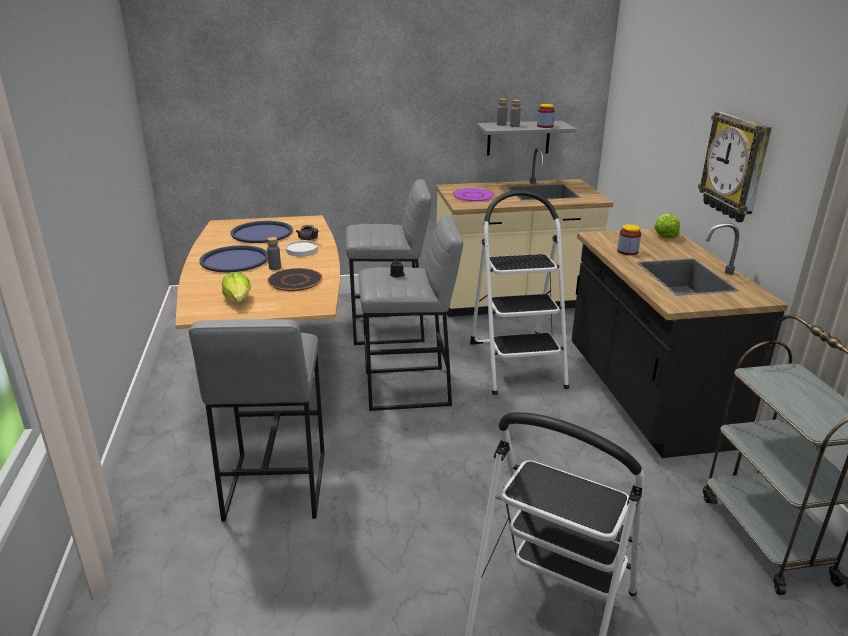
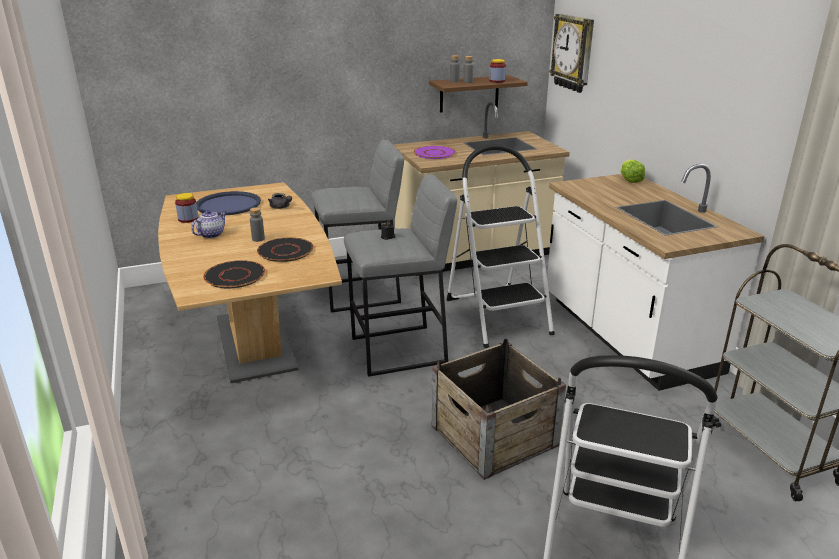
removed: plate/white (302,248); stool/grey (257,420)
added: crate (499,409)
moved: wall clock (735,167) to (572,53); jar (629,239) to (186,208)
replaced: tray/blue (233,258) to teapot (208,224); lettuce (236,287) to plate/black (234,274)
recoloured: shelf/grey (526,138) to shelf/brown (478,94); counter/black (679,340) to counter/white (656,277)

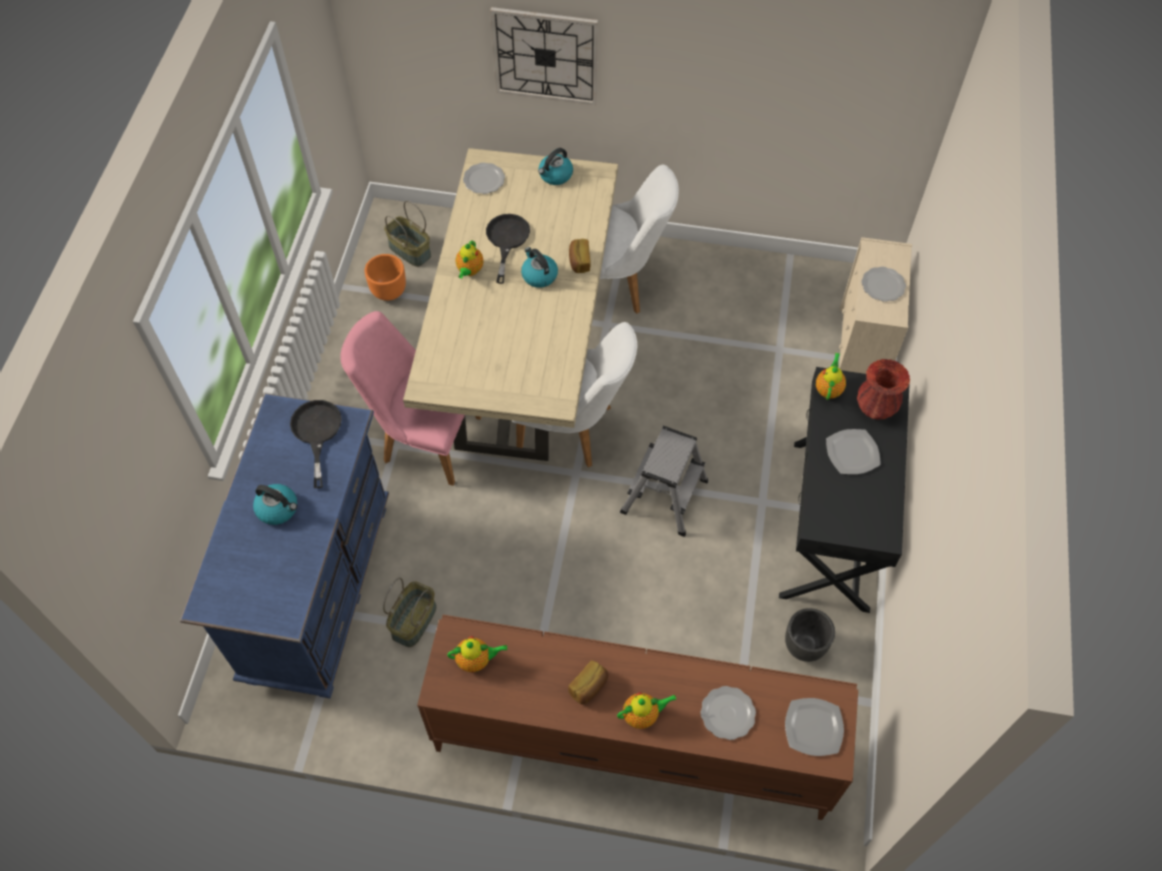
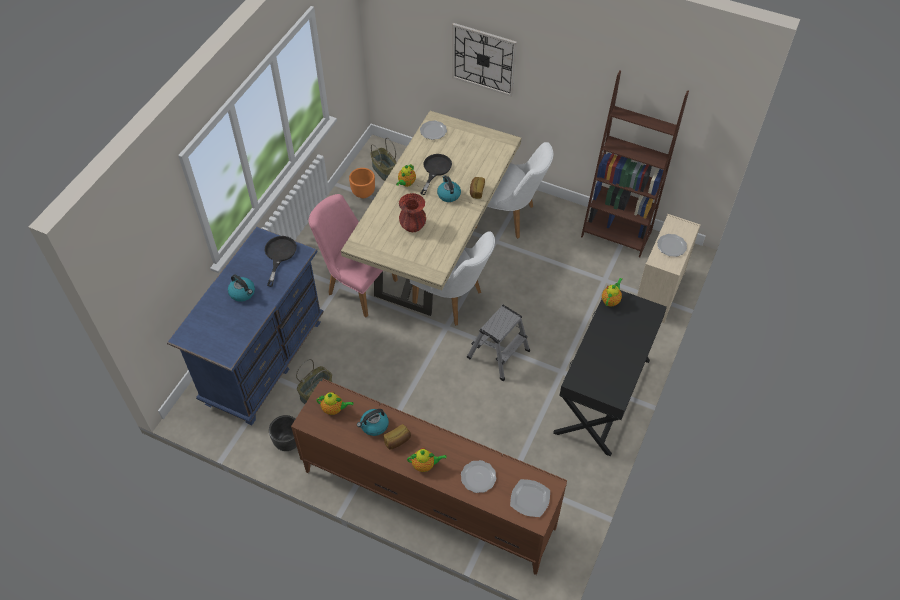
removed: plate (853,451)
added: bookcase/brown (635,163)
moved: kettle (555,166) to (373,422); vase/red (883,389) to (412,213); planter/black (810,635) to (283,433)

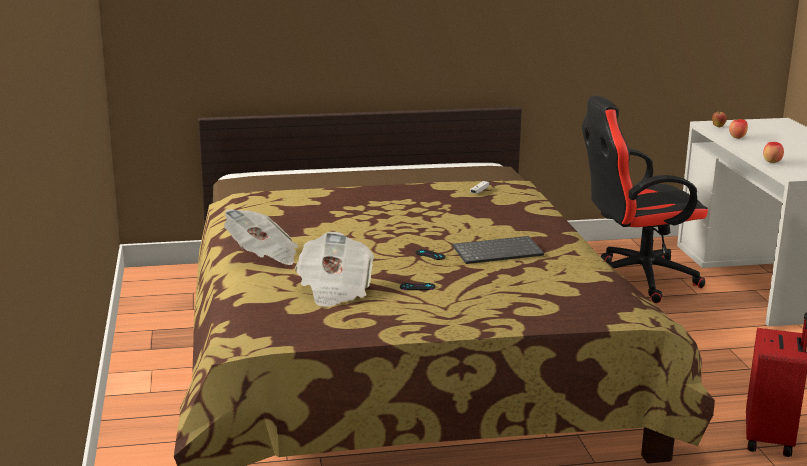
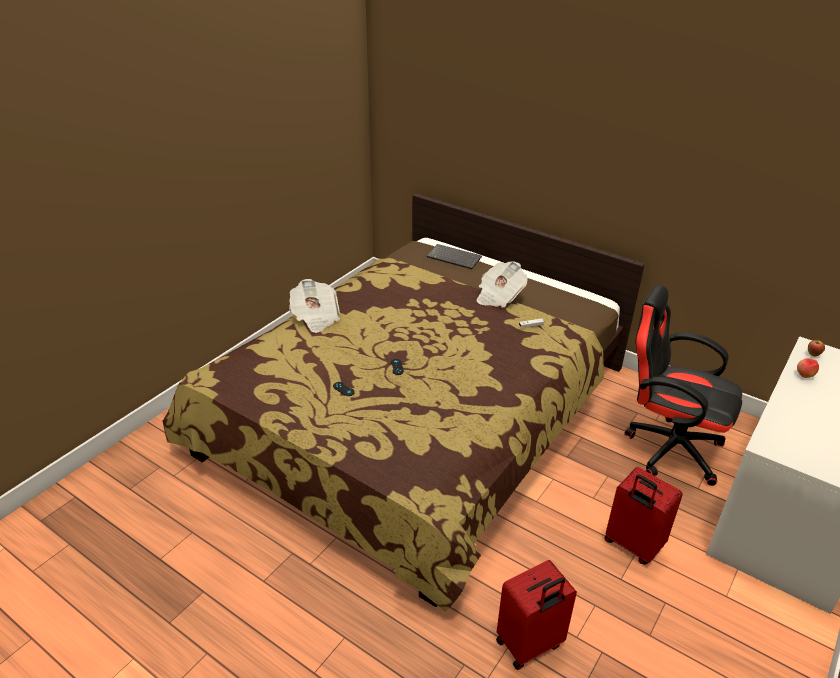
removed: apple (773,152)
added: suitcase/red (643,516)
moved: newspaper (334,269) to (502,284); keyboard (498,250) to (454,256)

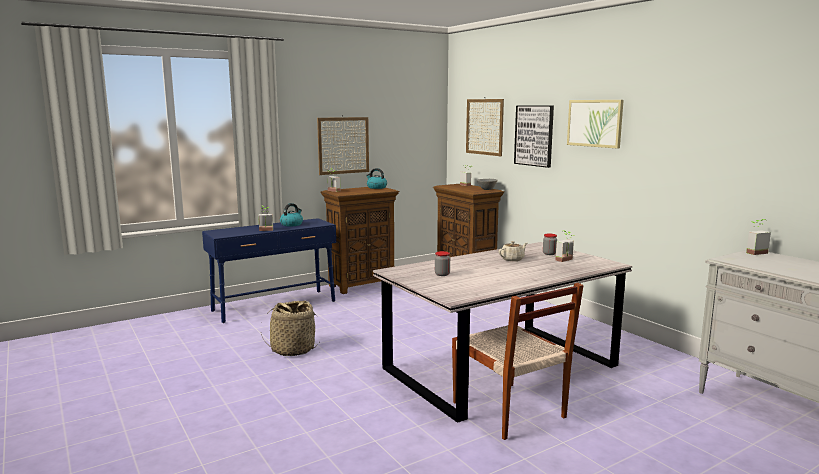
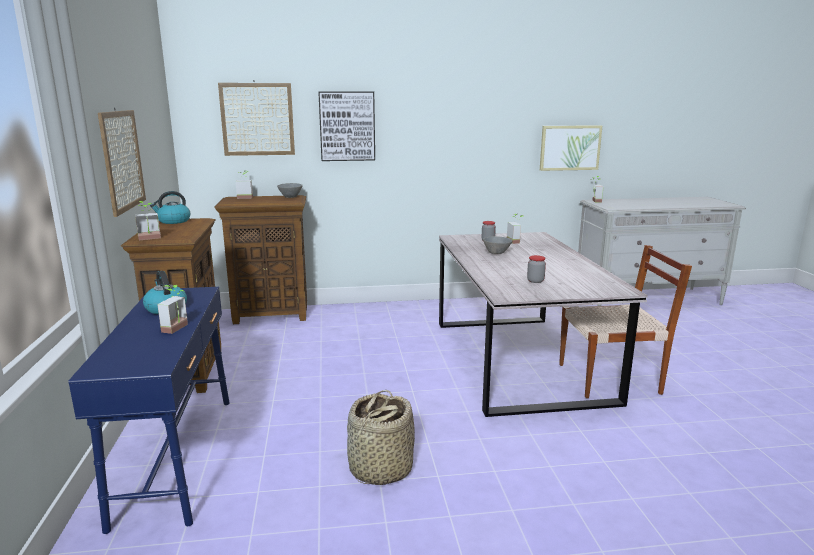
moved: picture (595,124) to (571,148)
replaced: teapot/beige (513,251) to bowl/grey (497,245)

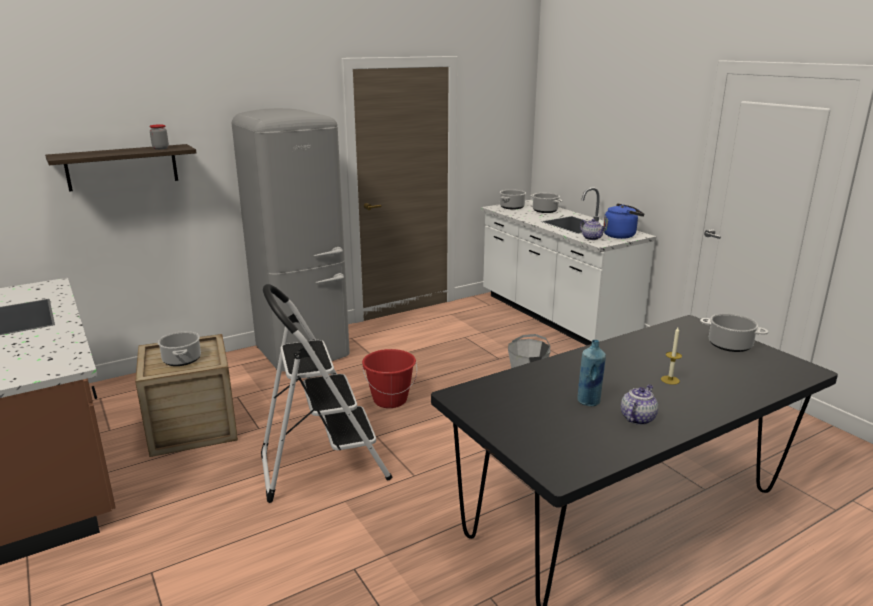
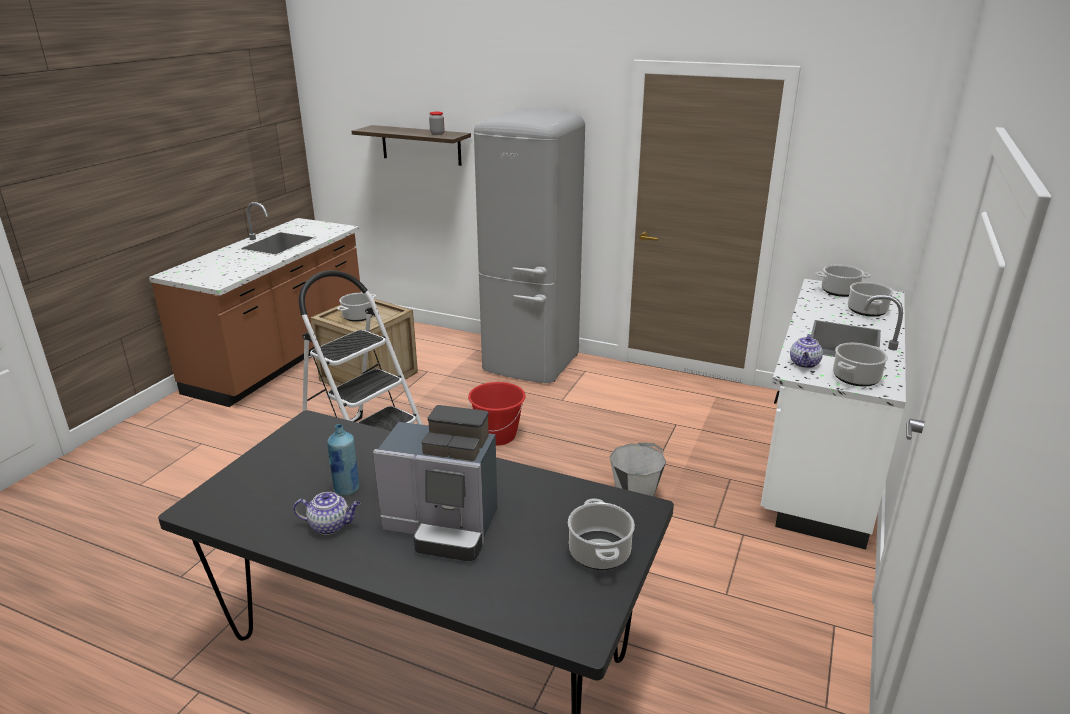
replaced: kettle/blue (623,221) to cooking pot (860,365); candle (671,356) to coffee machine (435,483)

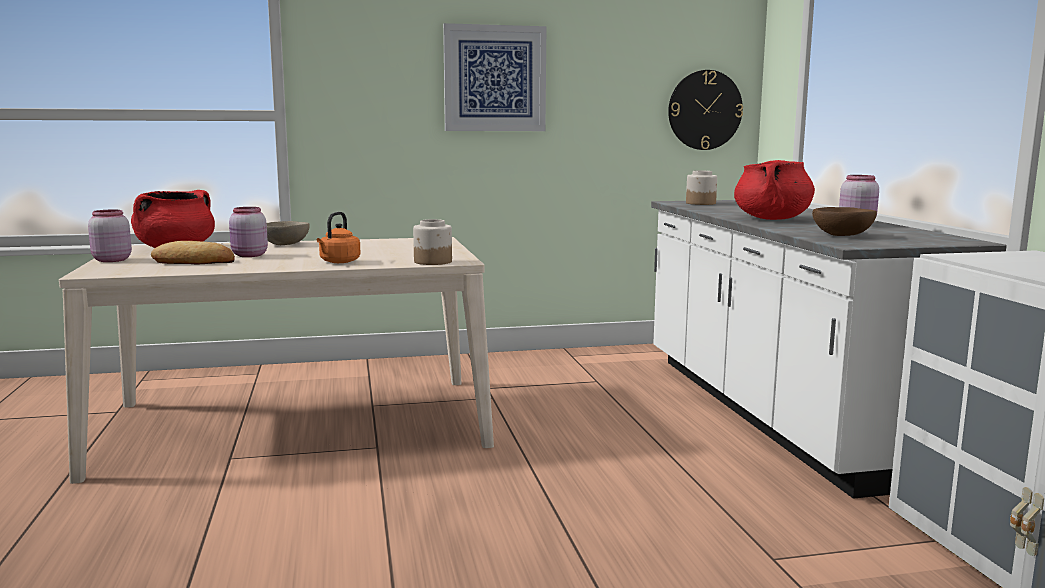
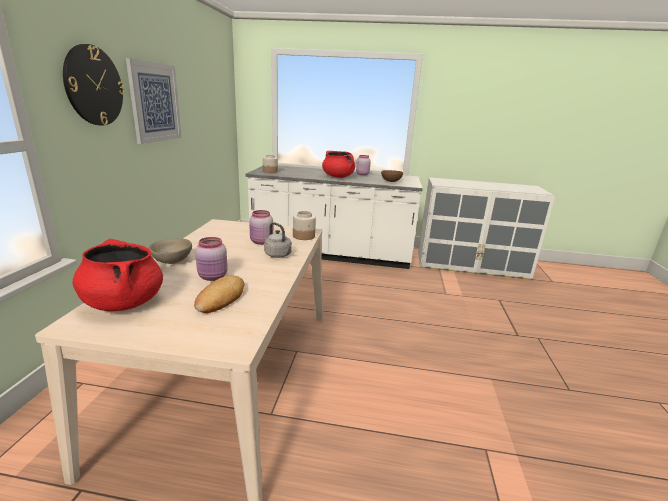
moved: wall clock (705,110) to (94,85); jar/pink (110,236) to (261,227)
recoloured: kettle/orange (339,237) to kettle/grey (278,240)

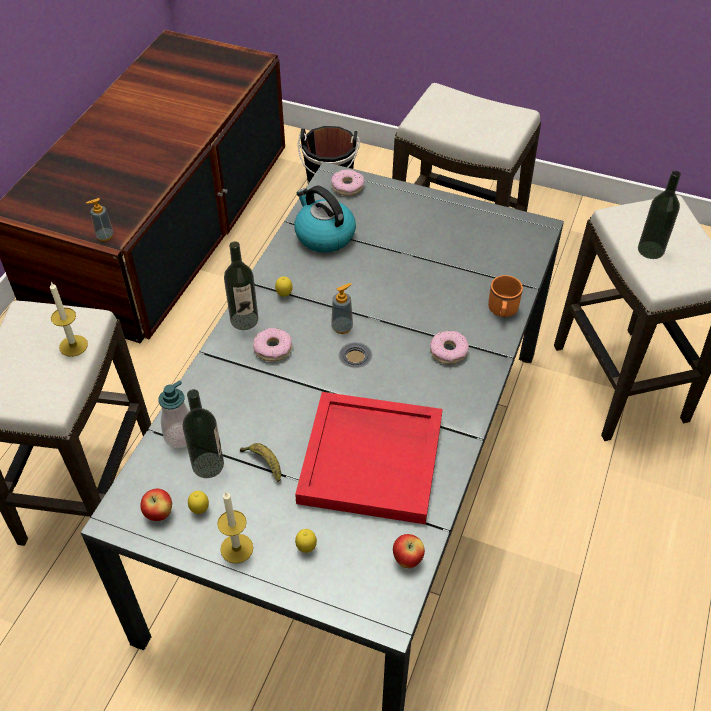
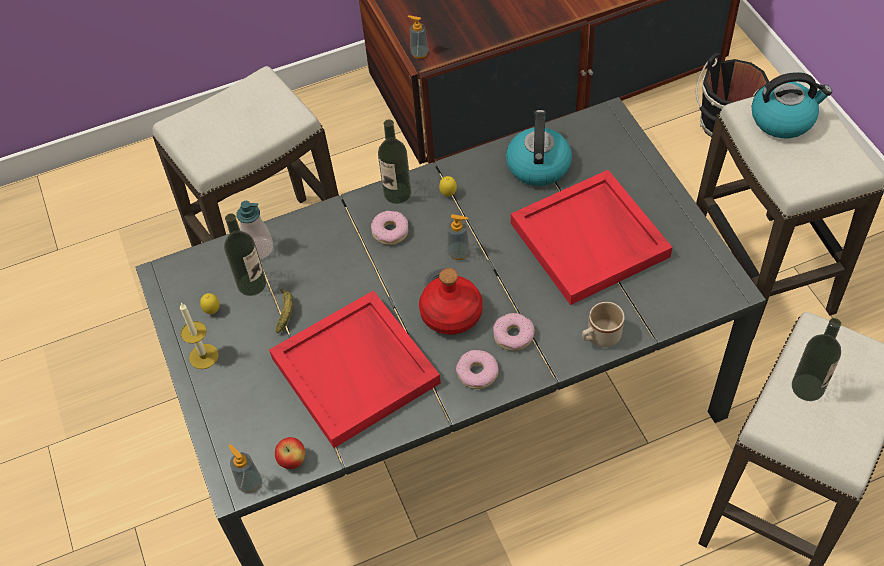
removed: candle (69,319); apple (156,505); lemon (306,541)
added: kettle (791,105); tray/red (591,237); bottle/red (451,301); soap dispenser (245,468)
moved: donut (347,182) to (477,369)
recoloured: mug/orange (505,296) to mug/beige (603,324)

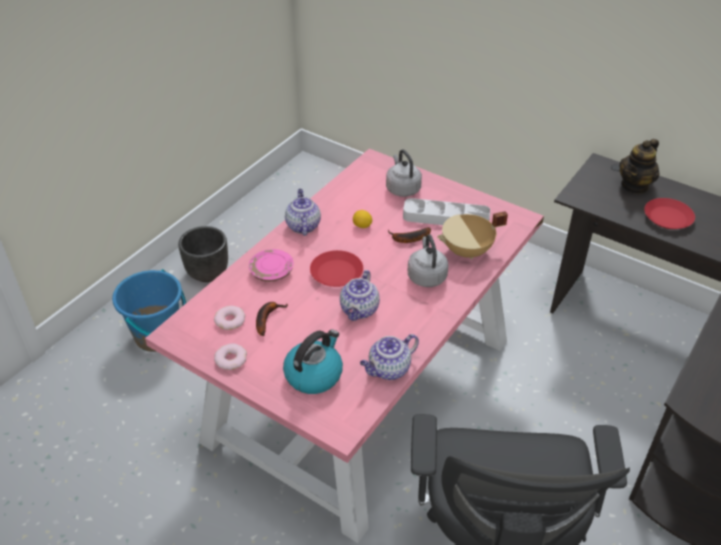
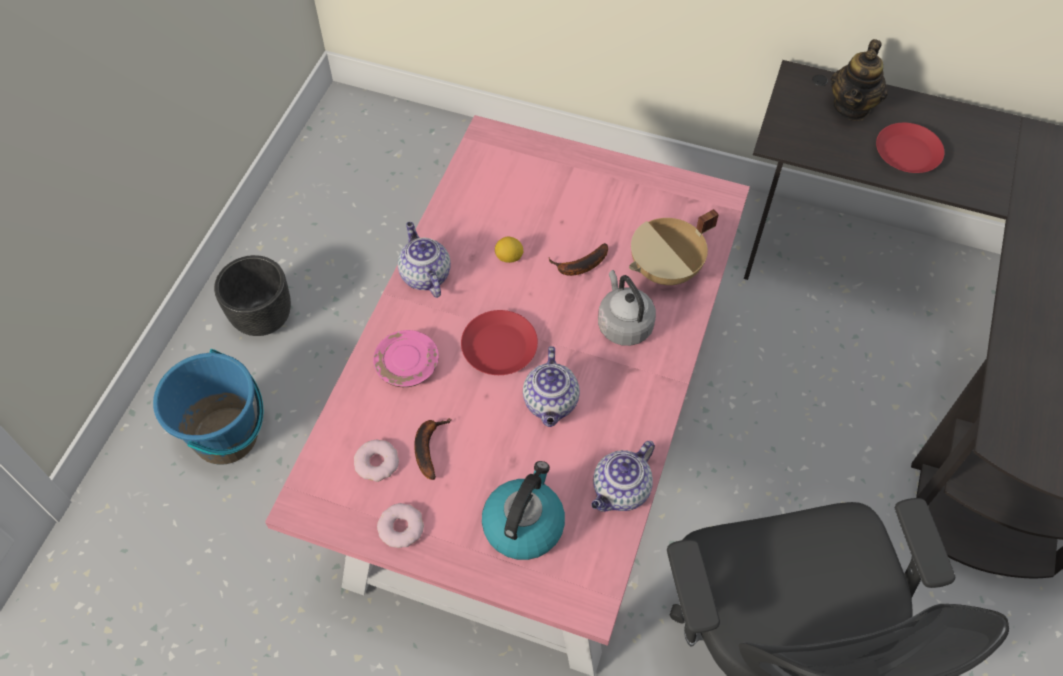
removed: kettle/grey (404,173); tray/grey (446,211)

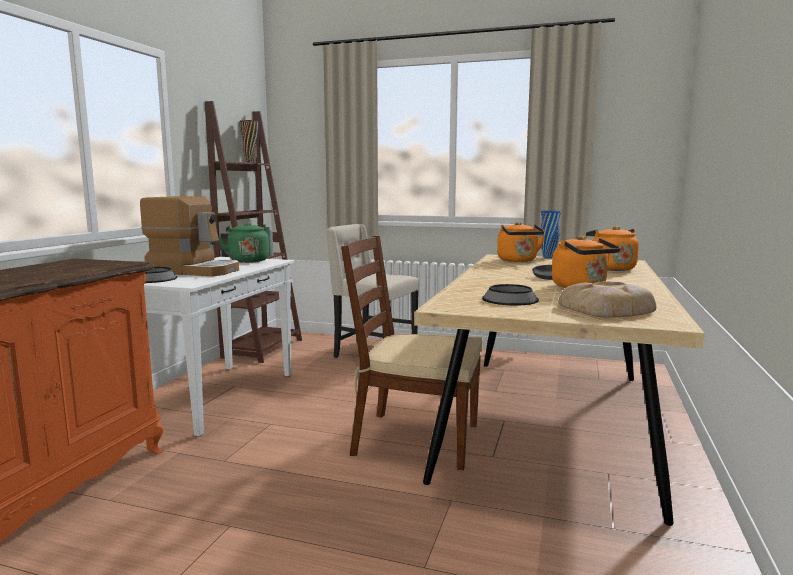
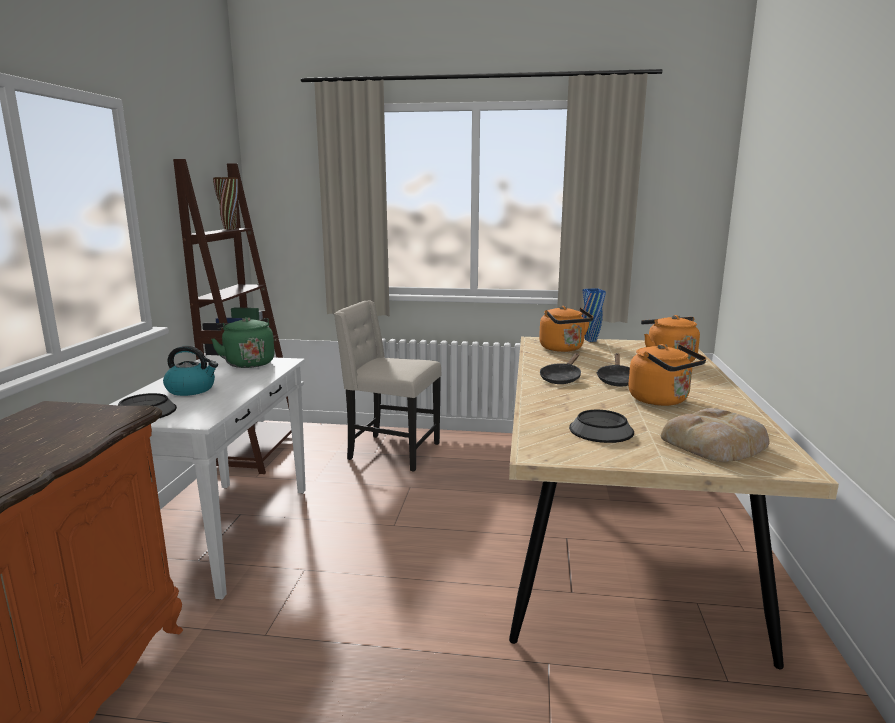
removed: chair/brown (412,352)
added: frying pan/black (560,368)
replaced: coffee machine (189,236) to kettle (190,371)

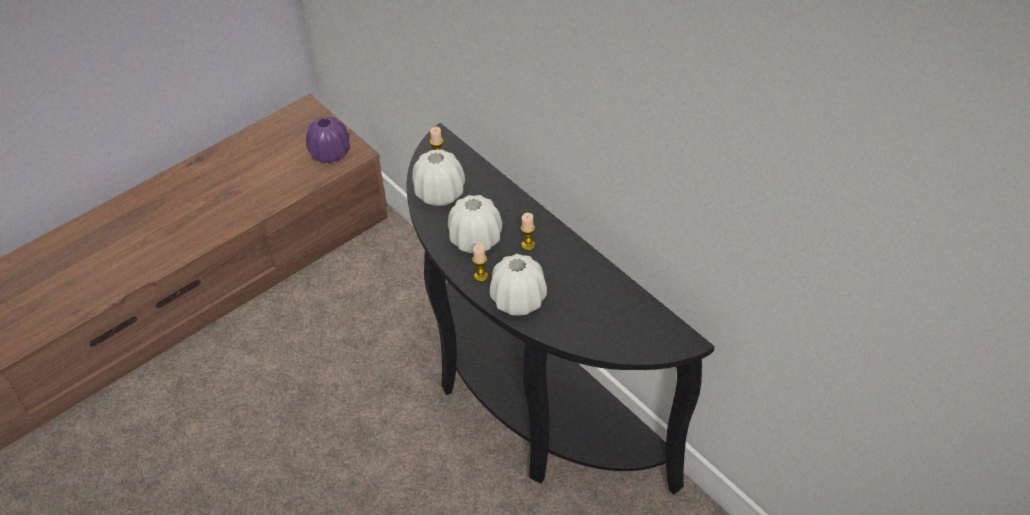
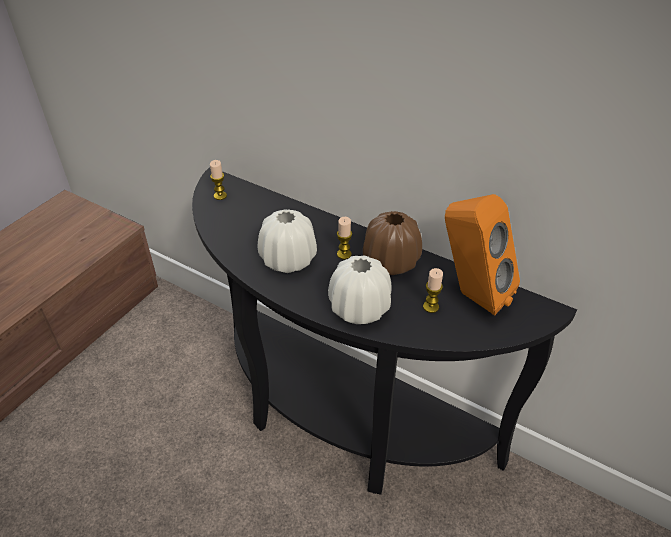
removed: vase/purple (328,139); vase/white (438,178)
added: speaker/orange (482,255); vase/brown (392,243)
moved: candle (480,263) to (433,290)

